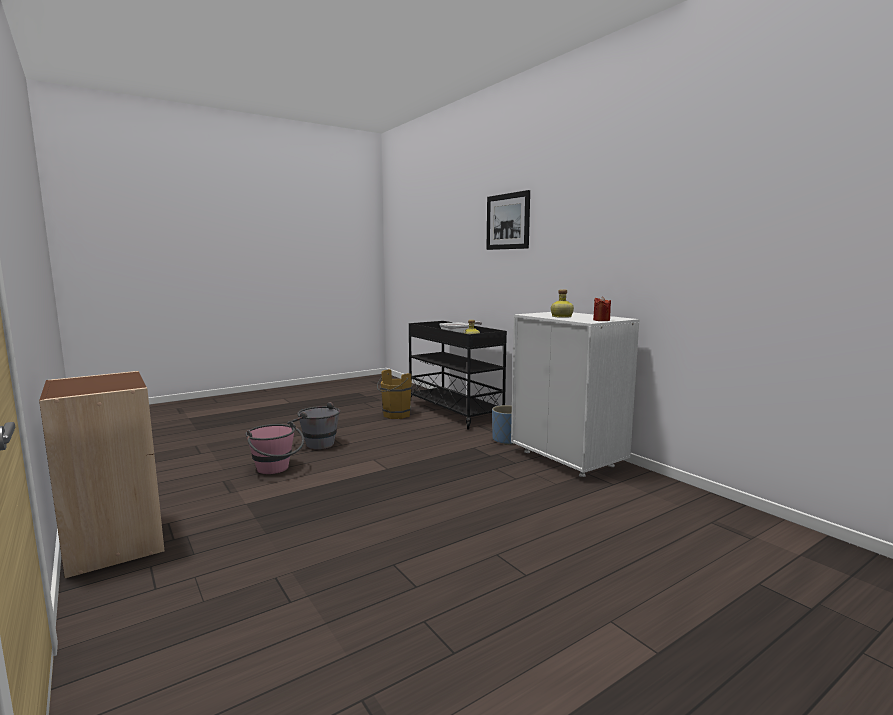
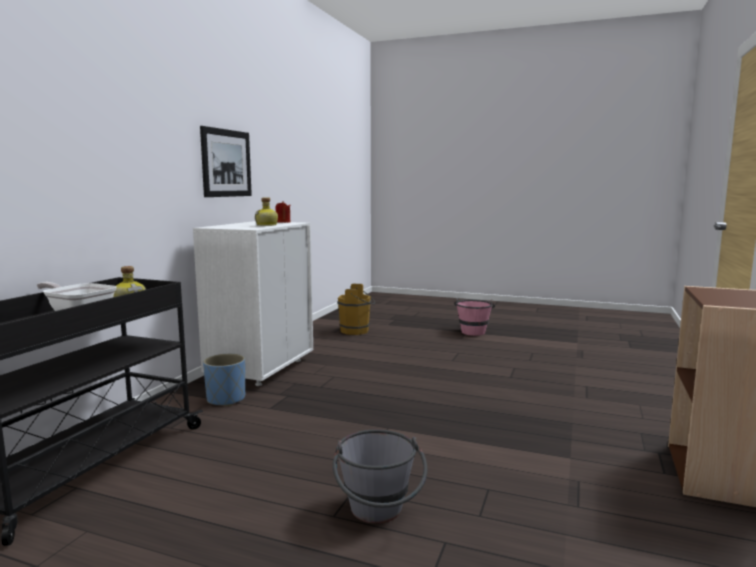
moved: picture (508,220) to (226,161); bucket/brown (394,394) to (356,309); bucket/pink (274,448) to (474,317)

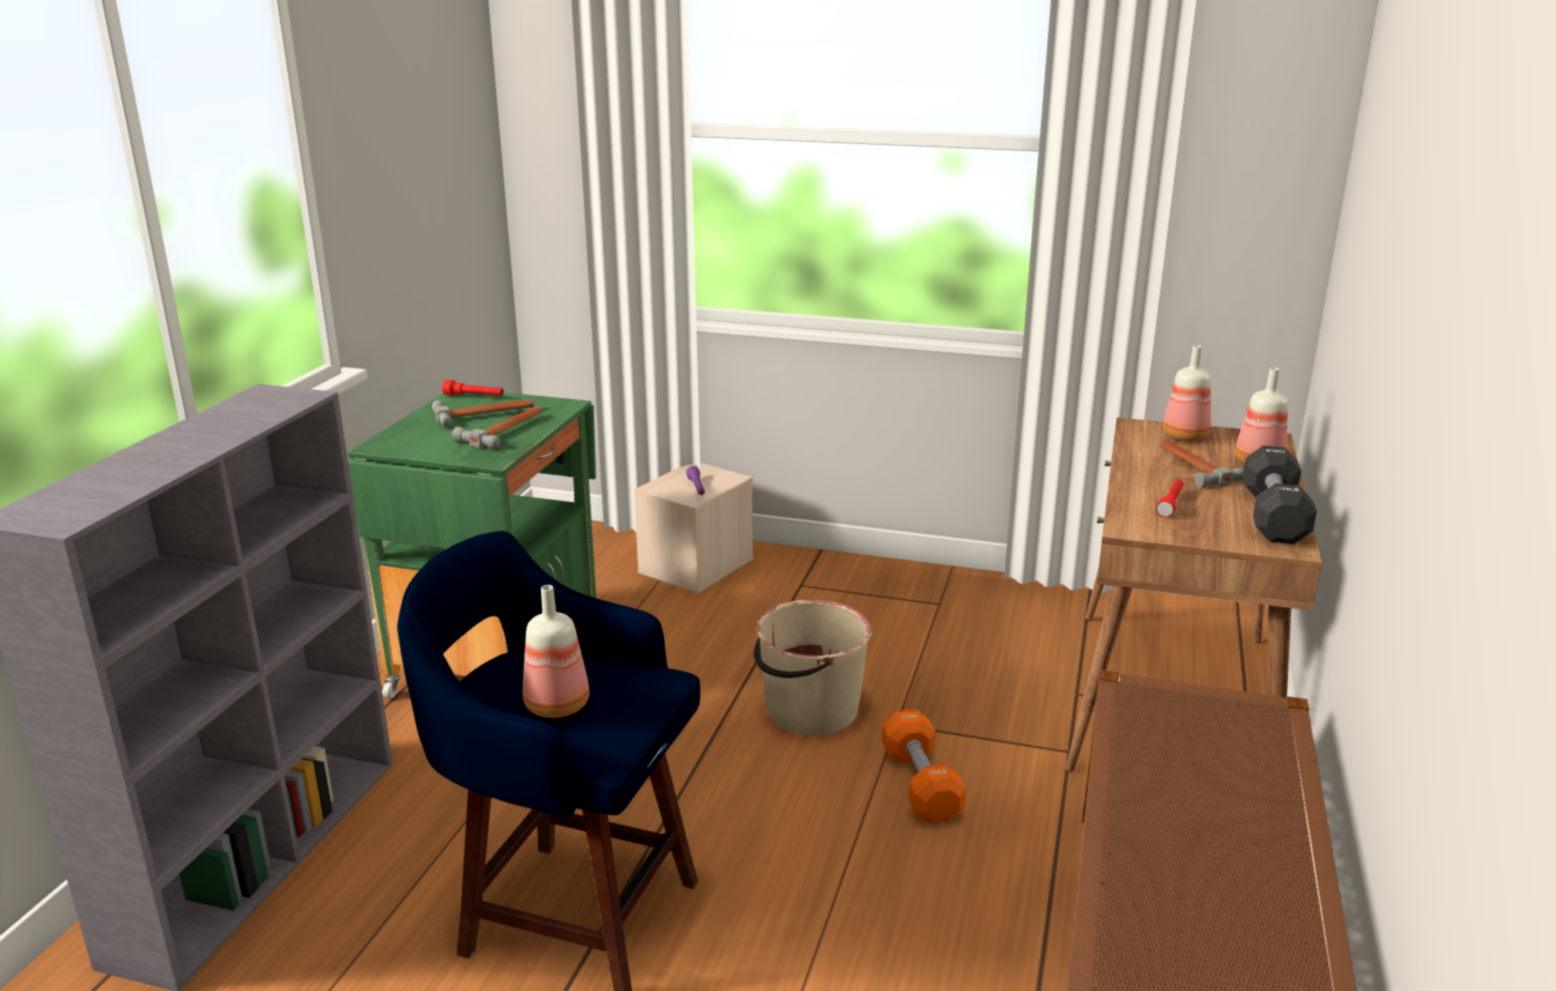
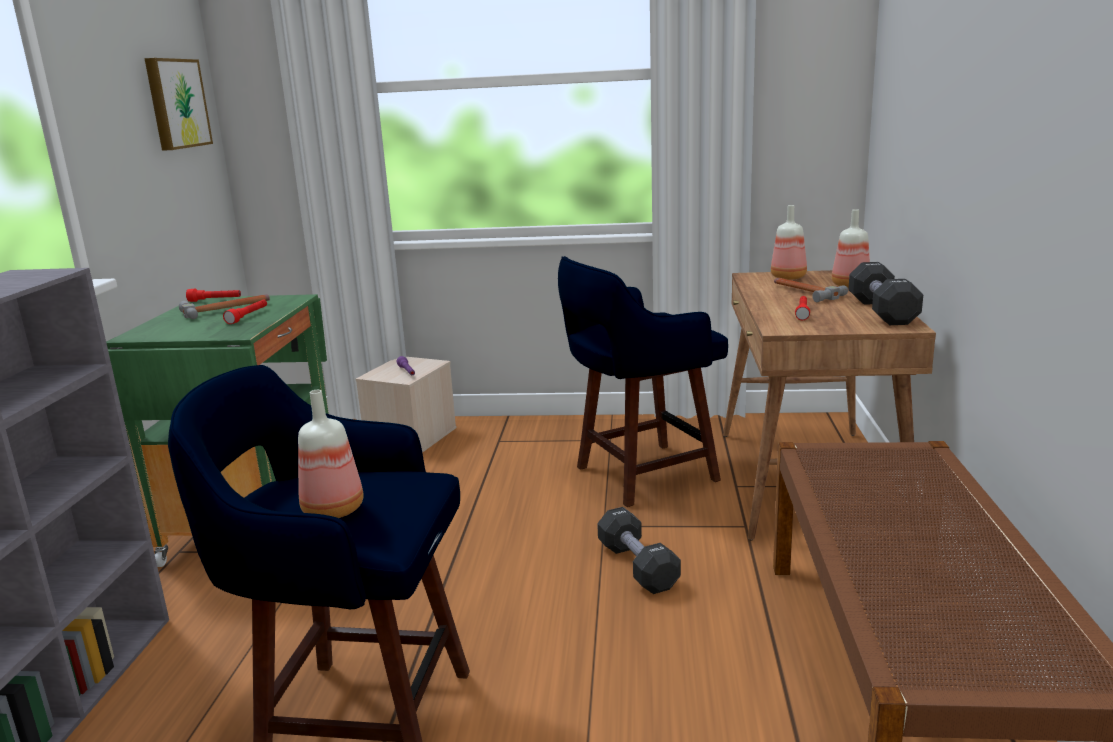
removed: bucket/beige (813,667)
added: picture (178,104); stool/blue (643,381)
replaced: hammer (497,427) to flashlight/red (245,312)
recoloured: dumbbell/orange (924,766) to dumbbell/black (639,550)

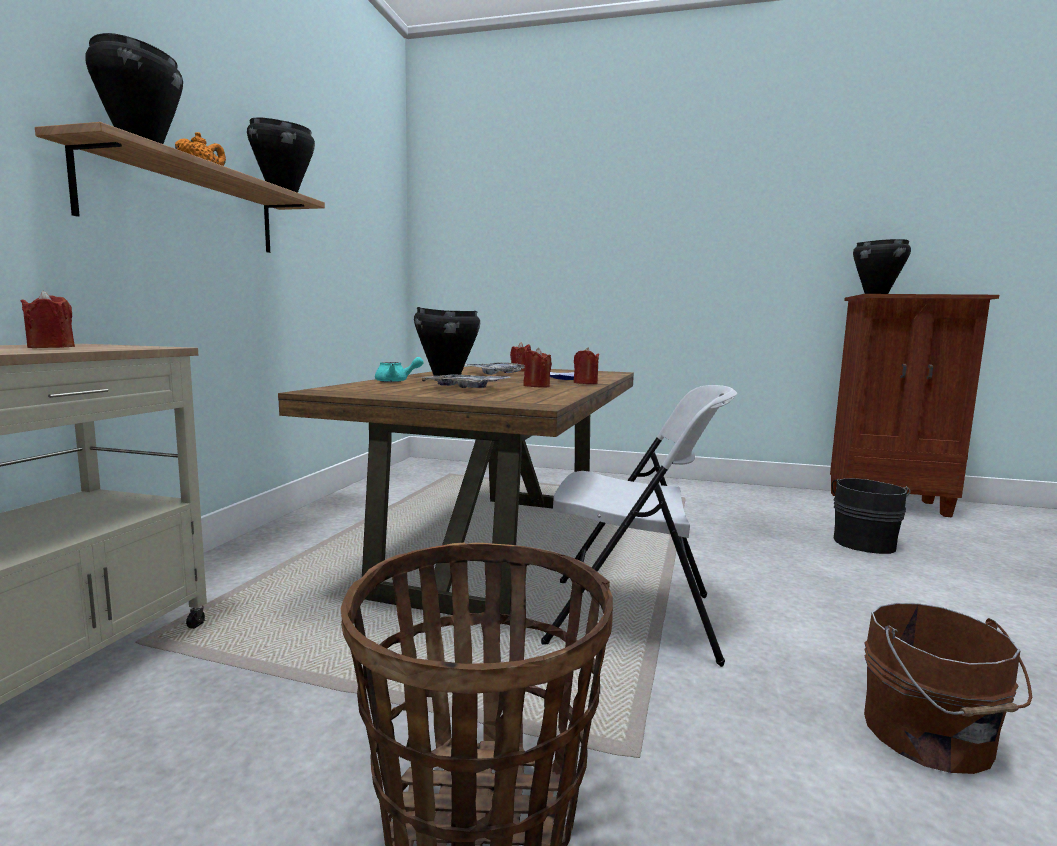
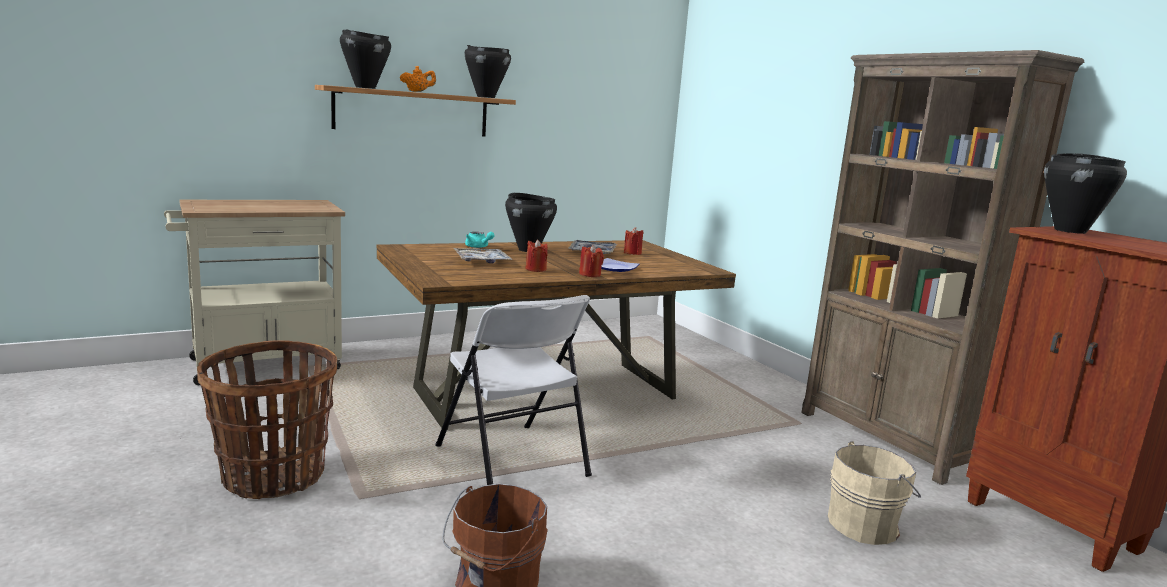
removed: candle/red (48,319)
added: bookcase/brown (942,267)
recoloured: bucket/black (871,516) to bucket/beige (874,493)

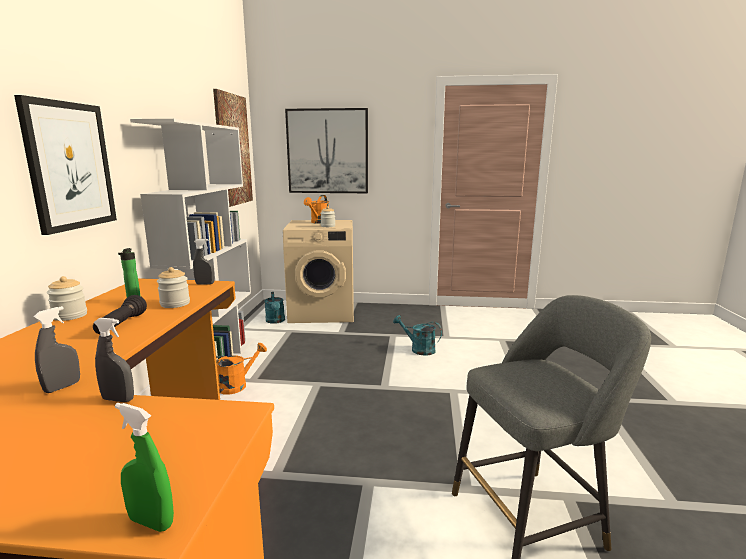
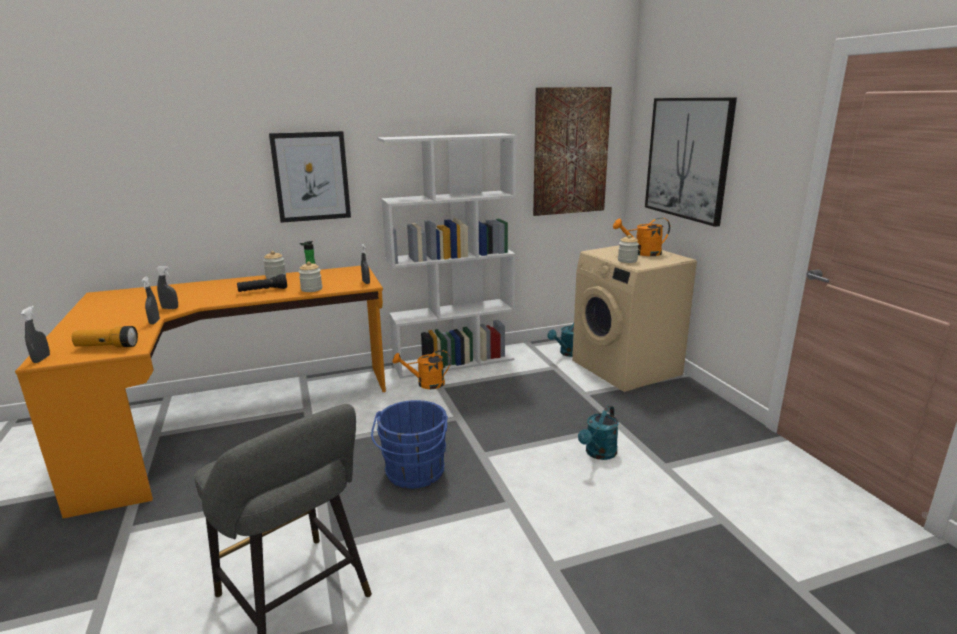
added: flashlight (105,336); bucket/blue (409,444)
recoloured: spray bottle/green (144,467) to spray bottle/grey (35,334)
turned: watering can/turquoise (417,335) = (598,432) 150 degrees counterclockwise; watering can/orange (241,368) = (422,369) 150 degrees clockwise

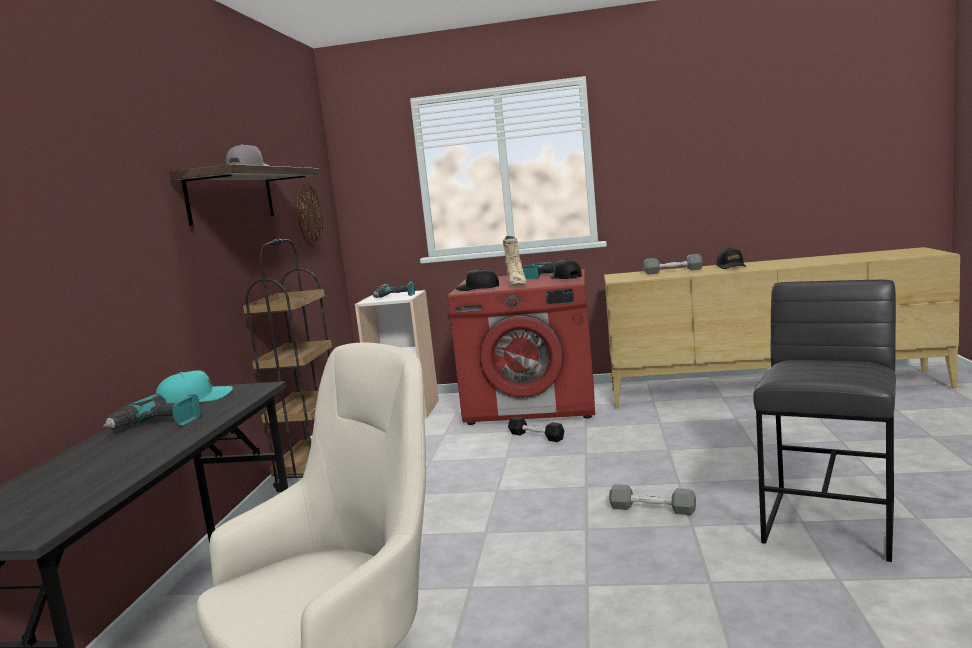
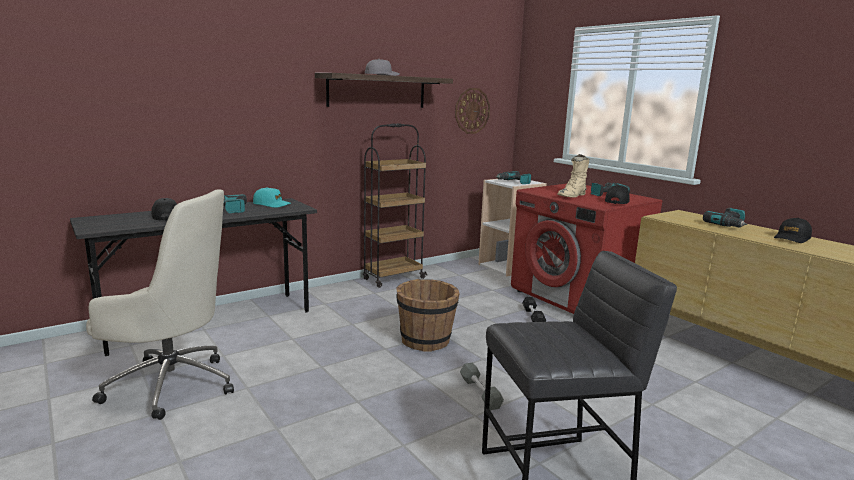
added: bucket/brown (428,315)
moved: cap/black (477,280) to (164,209)
replaced: dumbbell/grey (673,264) to power drill (725,218)

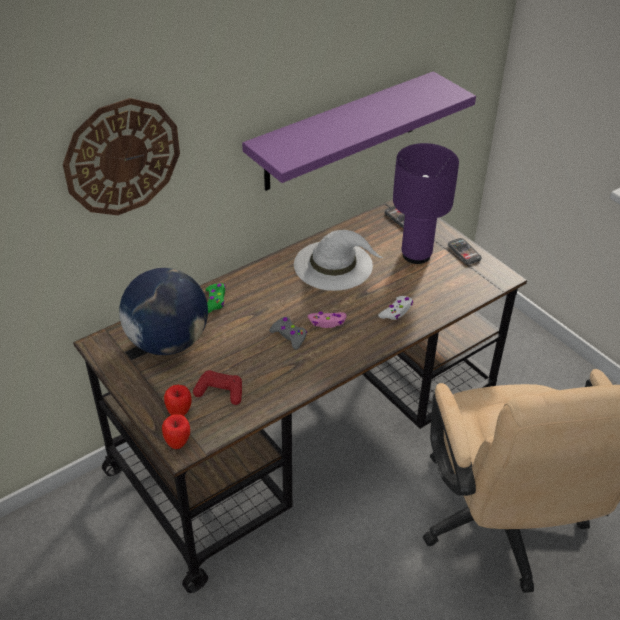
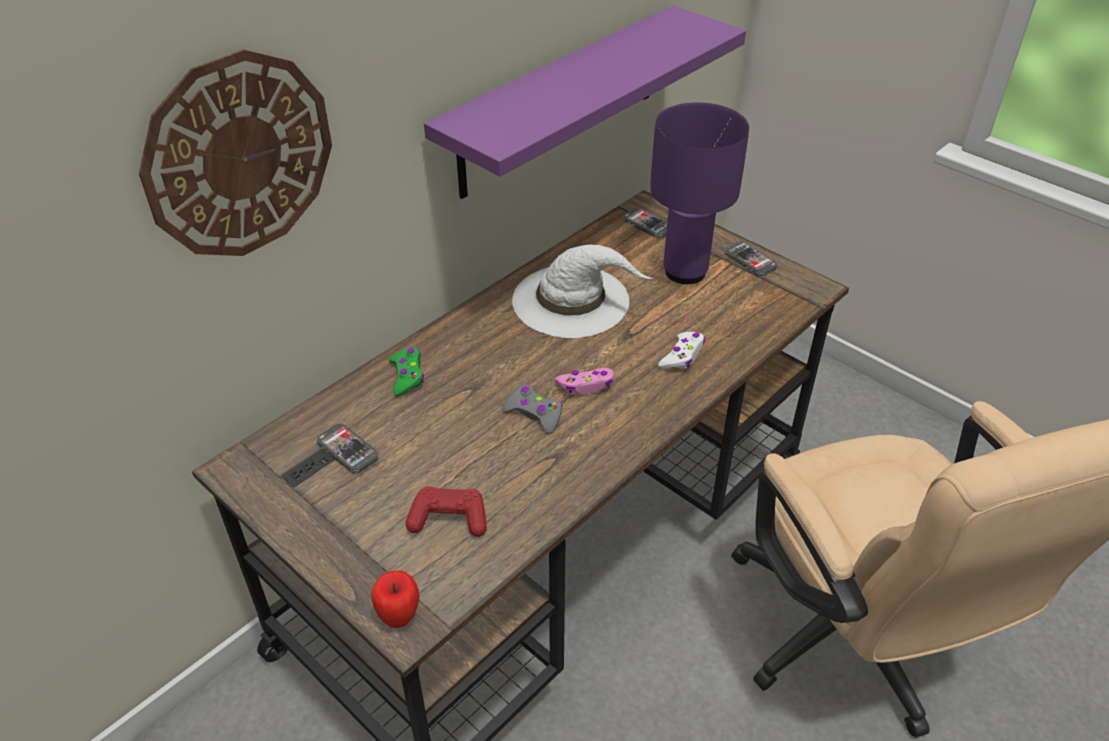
removed: apple (178,400)
replaced: globe (163,311) to phone (347,448)

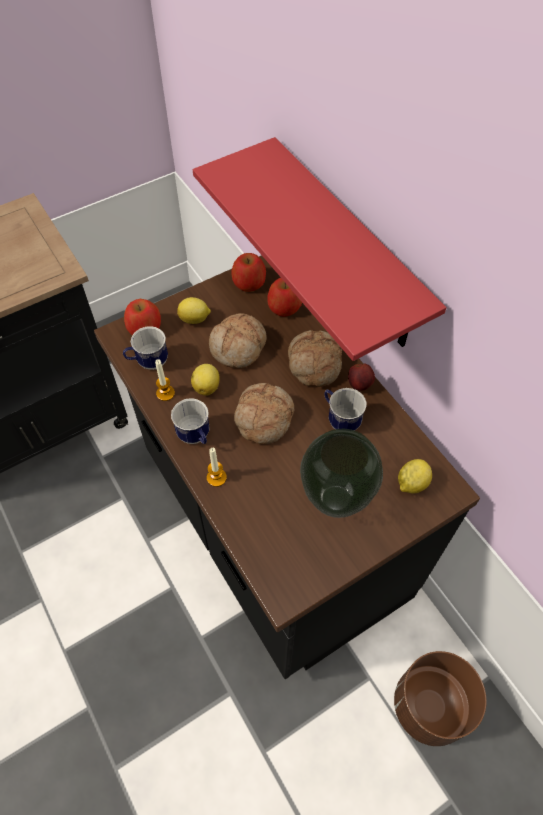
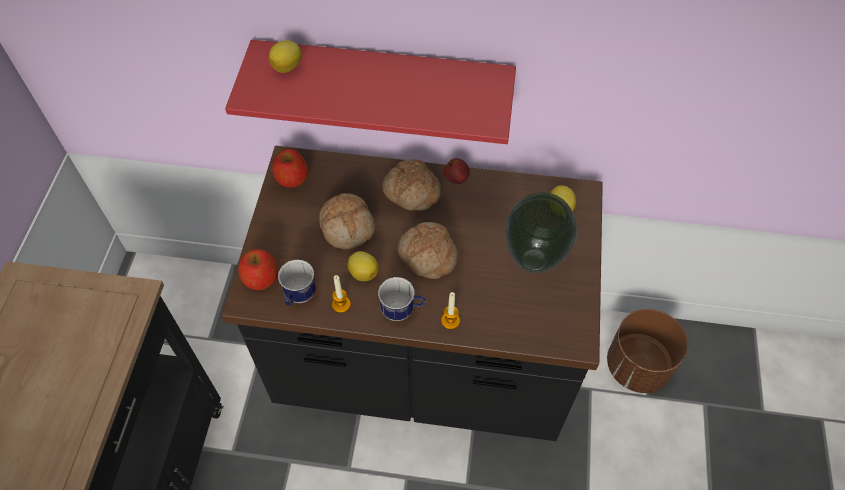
removed: apple (285,297); mug (346,409)
moved: lemon (194,310) to (285,56)

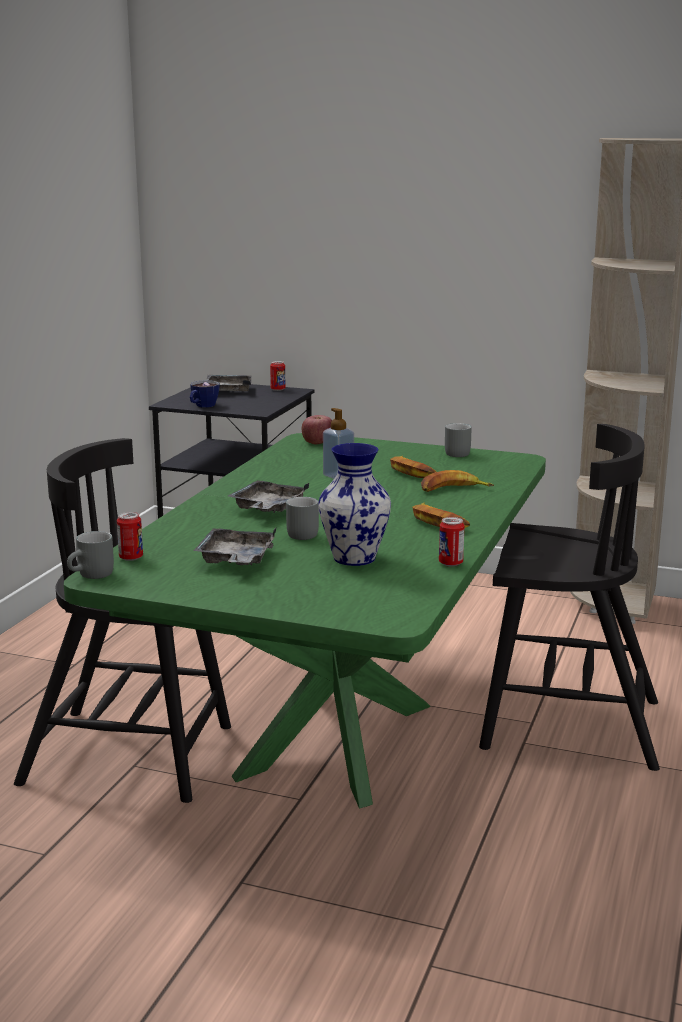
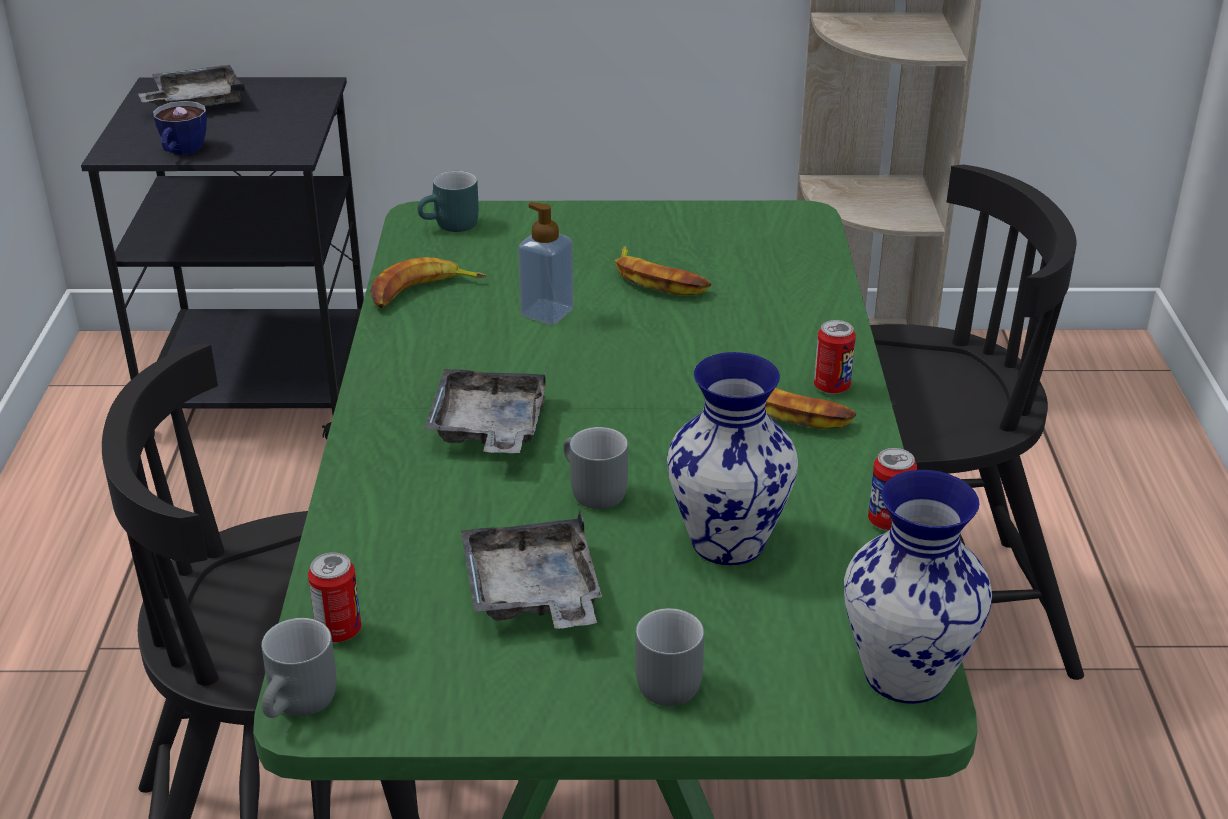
added: vase (918,587)
moved: can (277,376) to (835,357); mug/grey (458,440) to (669,657); banana (457,481) to (428,282)
replaced: apple (317,429) to mug/turquoise (448,201)

